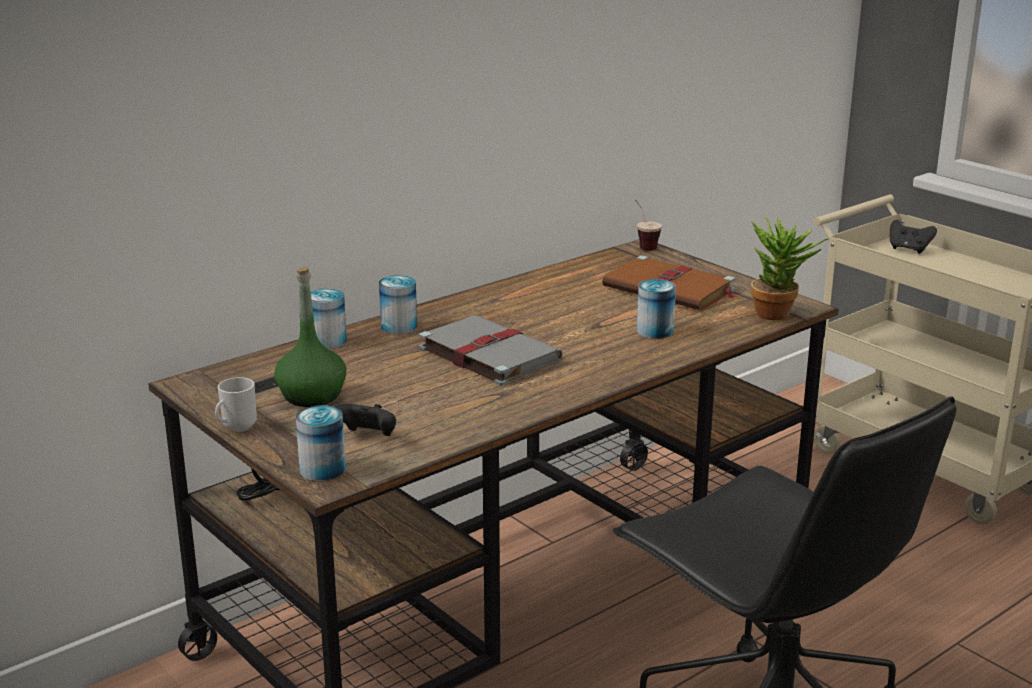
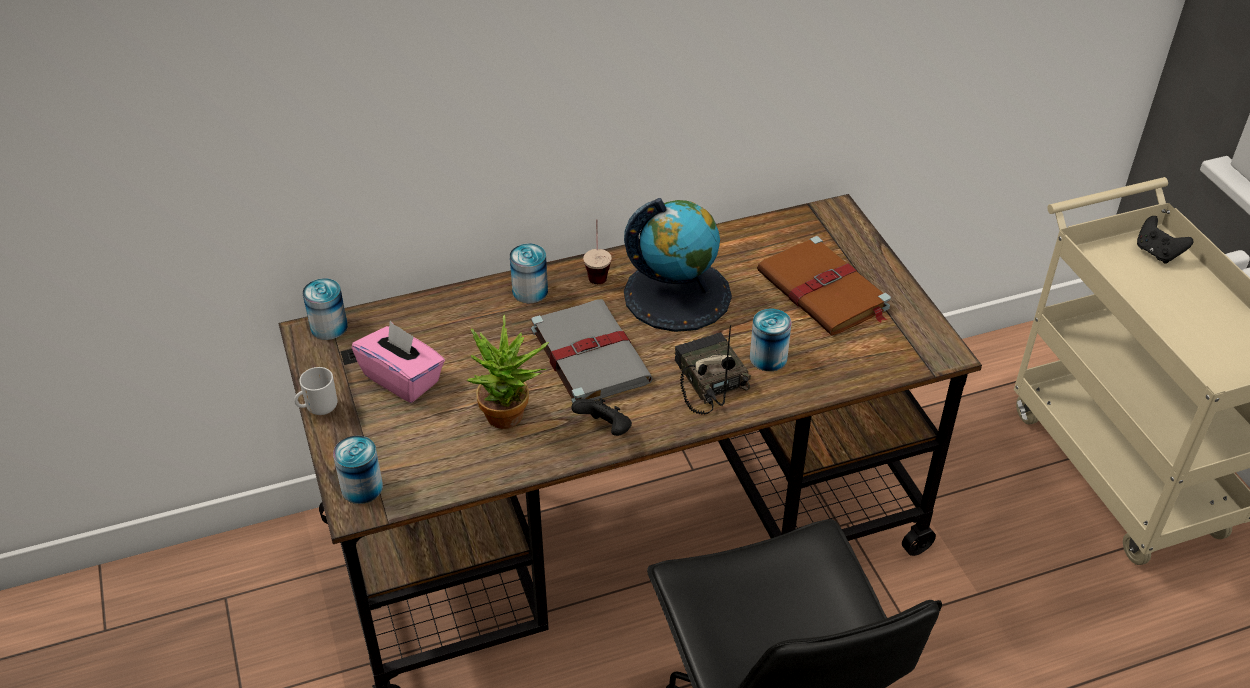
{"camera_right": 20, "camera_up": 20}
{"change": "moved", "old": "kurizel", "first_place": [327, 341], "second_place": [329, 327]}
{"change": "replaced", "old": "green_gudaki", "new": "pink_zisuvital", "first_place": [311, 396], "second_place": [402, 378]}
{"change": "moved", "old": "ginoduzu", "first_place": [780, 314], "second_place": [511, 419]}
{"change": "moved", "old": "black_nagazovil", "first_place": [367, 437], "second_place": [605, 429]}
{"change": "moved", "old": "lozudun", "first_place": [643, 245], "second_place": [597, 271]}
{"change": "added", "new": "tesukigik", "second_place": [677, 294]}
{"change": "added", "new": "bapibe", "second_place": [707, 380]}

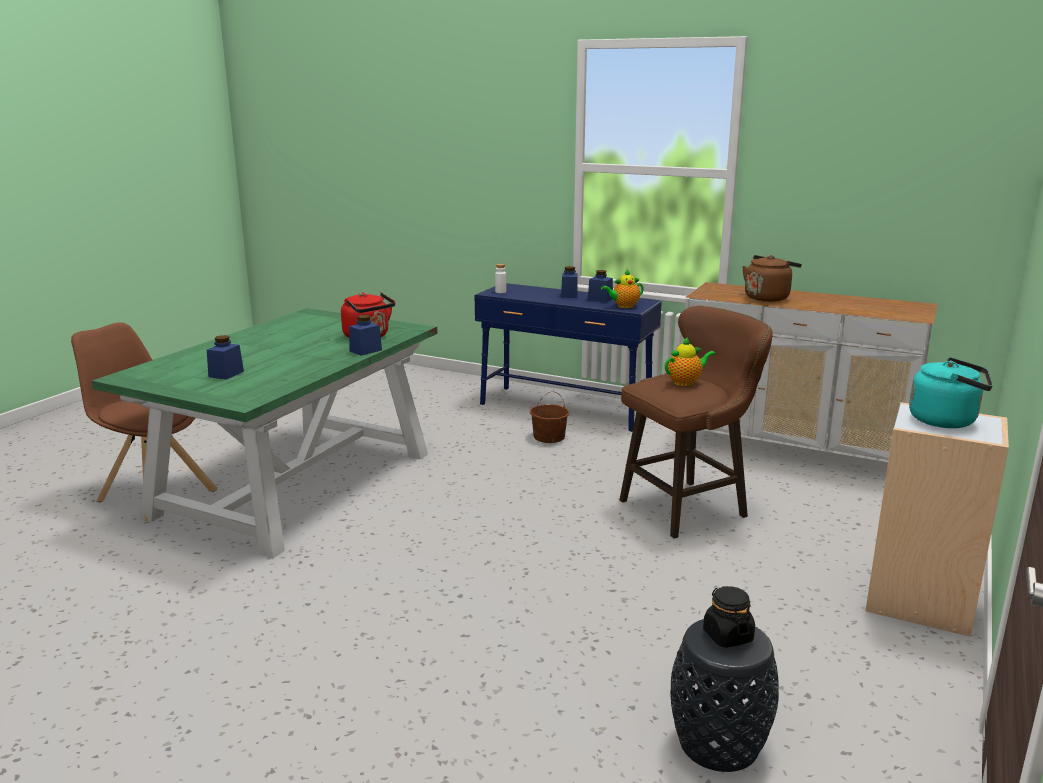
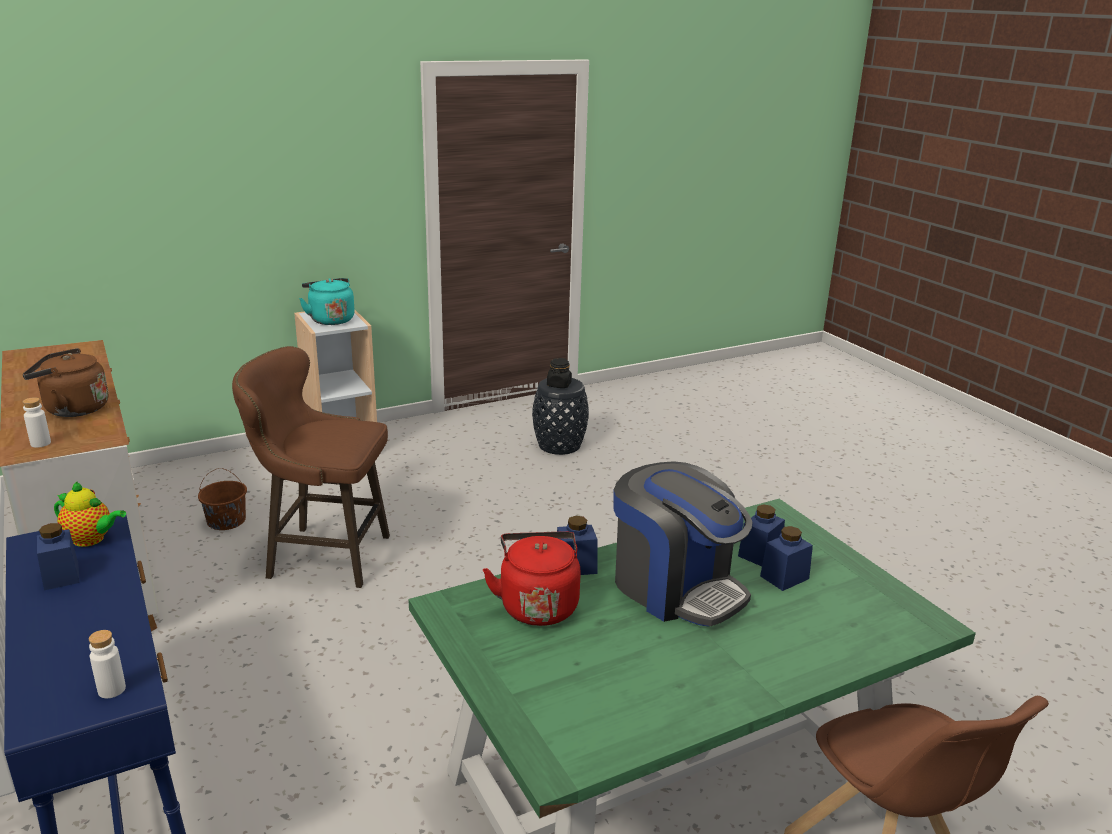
{"camera_right": -145, "camera_up": 5}
{"change": "added", "new": "white_gudaki", "second_place": [40, 443]}
{"change": "moved", "old": "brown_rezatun", "first_place": [549, 437], "second_place": [226, 521]}
{"change": "added", "new": "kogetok", "second_place": [676, 587]}
{"change": "moved", "old": "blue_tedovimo", "first_place": [569, 295], "second_place": [760, 554]}
{"change": "removed", "old": "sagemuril", "first_place": [686, 382]}

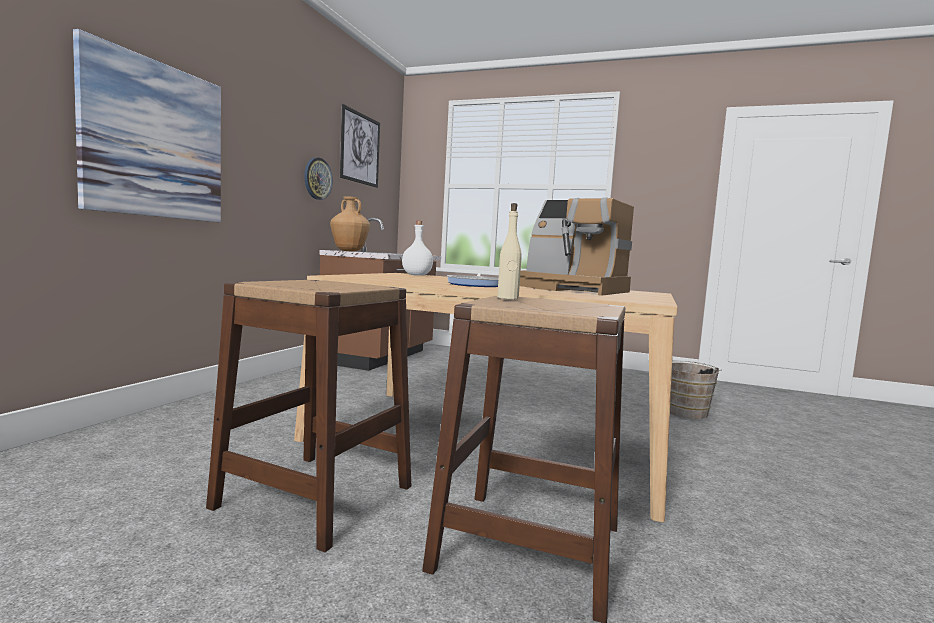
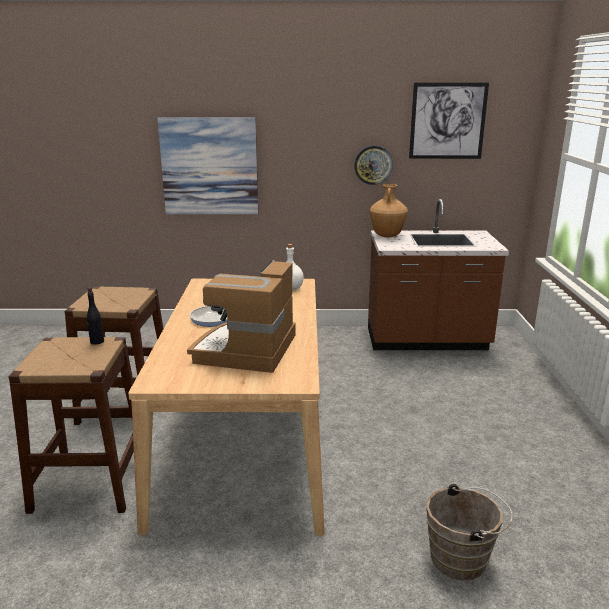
{"camera_right": 70, "camera_up": 15}
{"change": "recoloured", "old": "beige_gudaki", "new": "black_gudaki", "first_place": [508, 298], "second_place": [97, 342]}

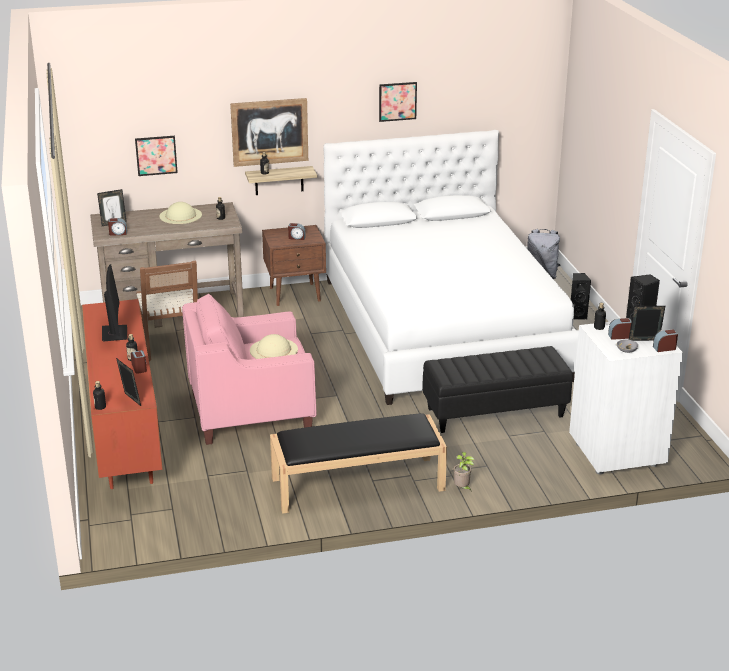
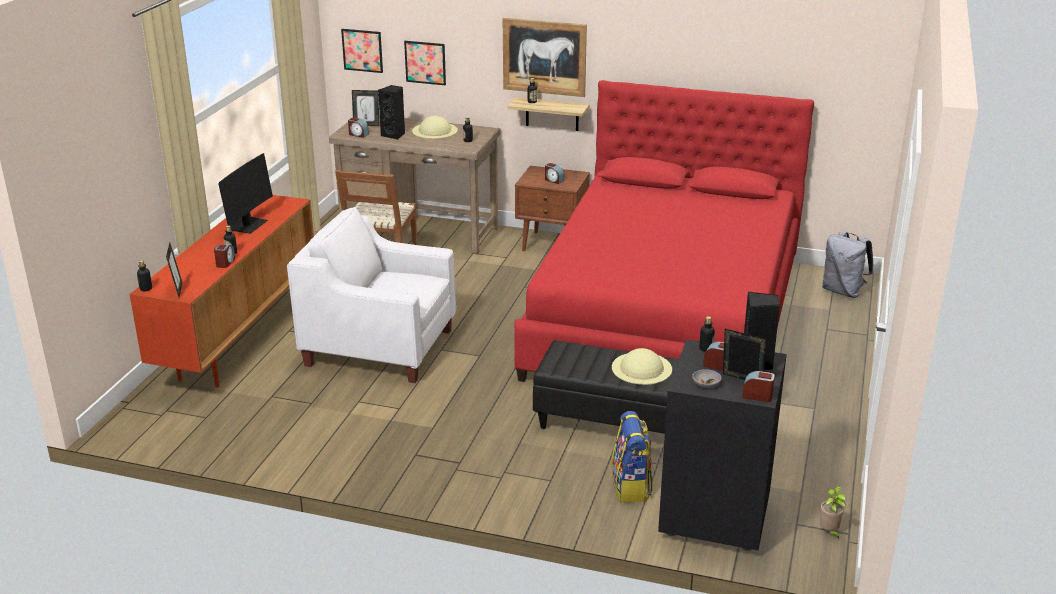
{"camera_right": 30, "camera_up": 0}
{"change": "recoloured", "old": "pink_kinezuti", "new": "white_kinezuti", "first_place": [251, 412], "second_place": [379, 347]}
{"change": "moved", "old": "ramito", "first_place": [397, 101], "second_place": [362, 50]}
{"change": "moved", "old": "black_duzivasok", "first_place": [577, 316], "second_place": [394, 135]}
{"change": "recoloured", "old": "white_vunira", "new": "red_vunira", "first_place": [442, 328], "second_place": [667, 317]}
{"change": "added", "new": "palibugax", "second_place": [631, 487]}
{"change": "moved", "old": "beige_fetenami", "first_place": [273, 350], "second_place": [641, 368]}
{"change": "recoloured", "old": "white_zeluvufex", "new": "black_zeluvufex", "first_place": [616, 453], "second_place": [714, 518]}
{"change": "moved", "old": "ginoduzu", "first_place": [462, 488], "second_place": [829, 532]}
{"change": "removed", "old": "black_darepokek", "first_place": [357, 484]}

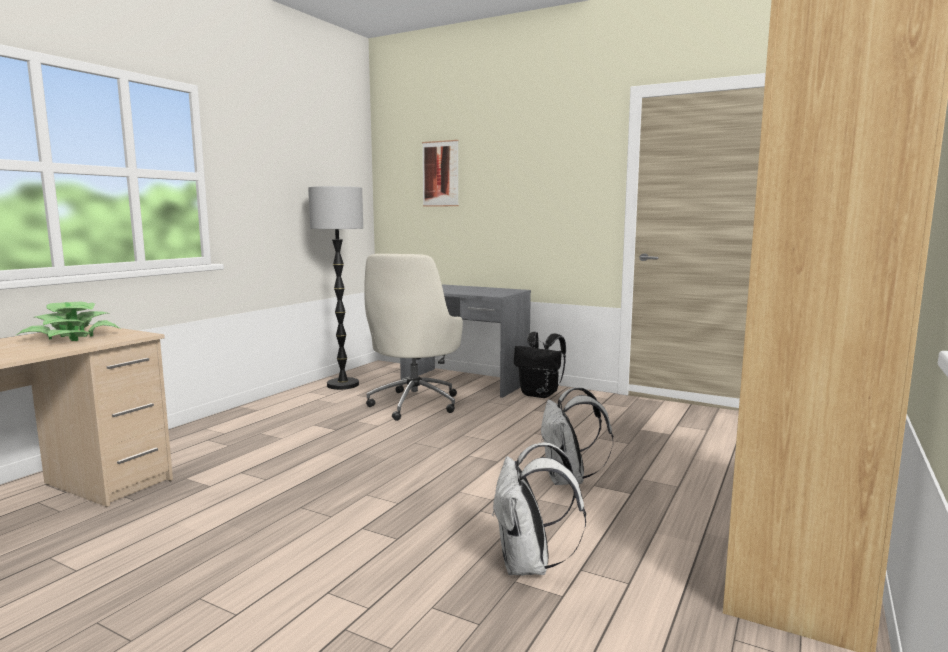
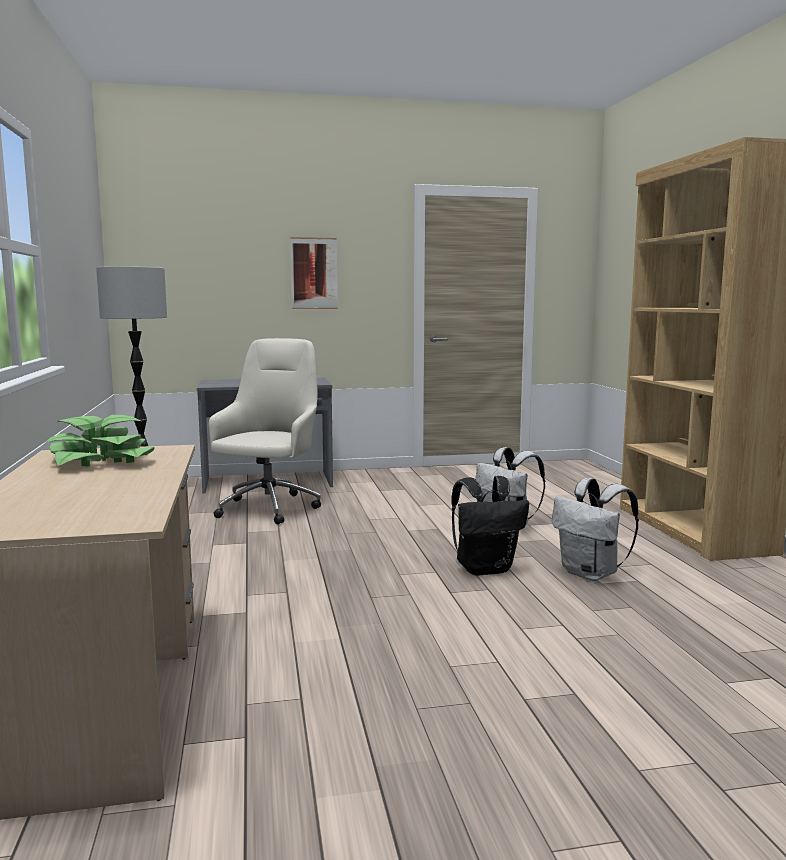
{"camera_right": -40, "camera_up": 0}
{"change": "turned", "old": "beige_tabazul", "first_place": [414, 405], "second_place": [269, 508], "degrees": -135}
{"change": "moved", "old": "ramito", "first_place": [440, 174], "second_place": [314, 273]}
{"change": "moved", "old": "black_palibugax", "first_place": [540, 394], "second_place": [485, 569]}

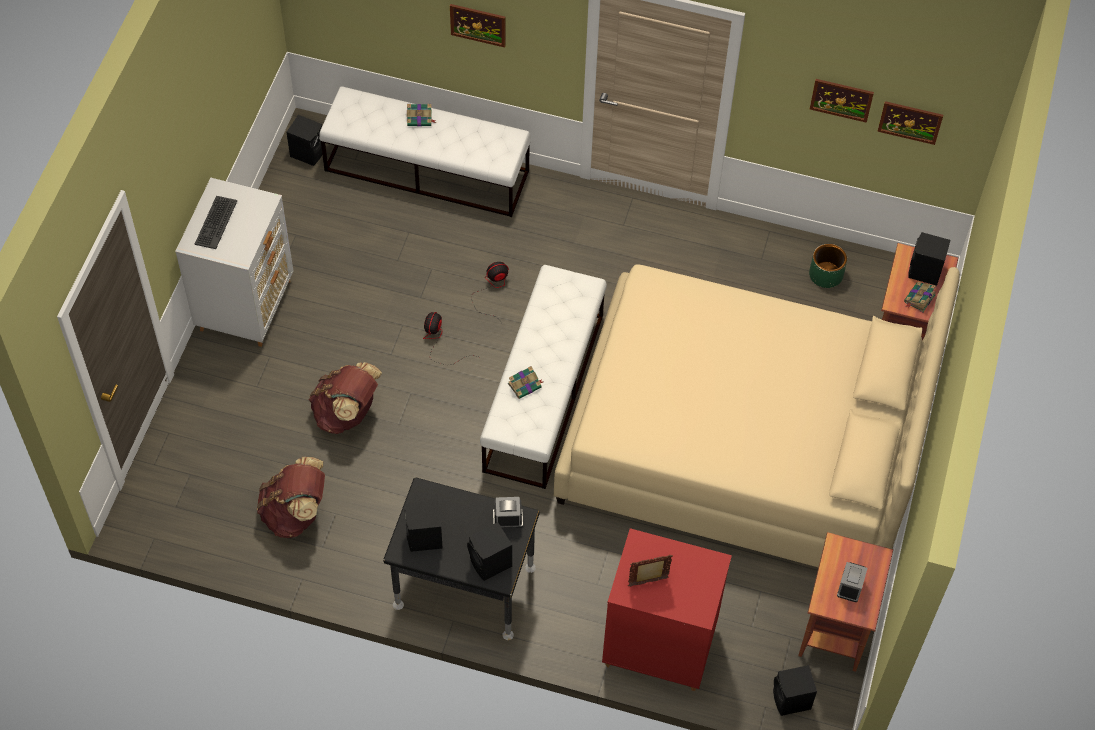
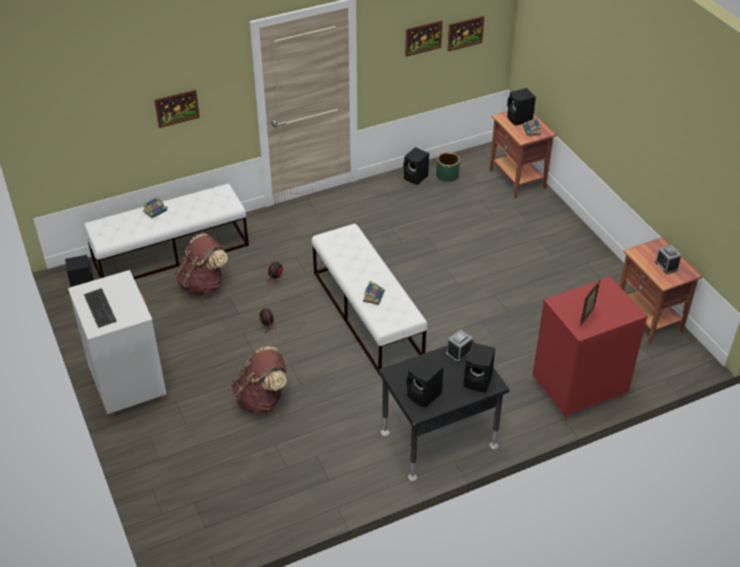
{"camera_right": -40, "camera_up": -15}
{"change": "moved", "old": "brown_palibugax", "first_place": [296, 513], "second_place": [203, 285]}
{"change": "moved", "old": "black_duzivasok", "first_place": [791, 701], "second_place": [416, 177]}
{"change": "removed", "old": "beige_vunira", "first_place": [742, 444]}

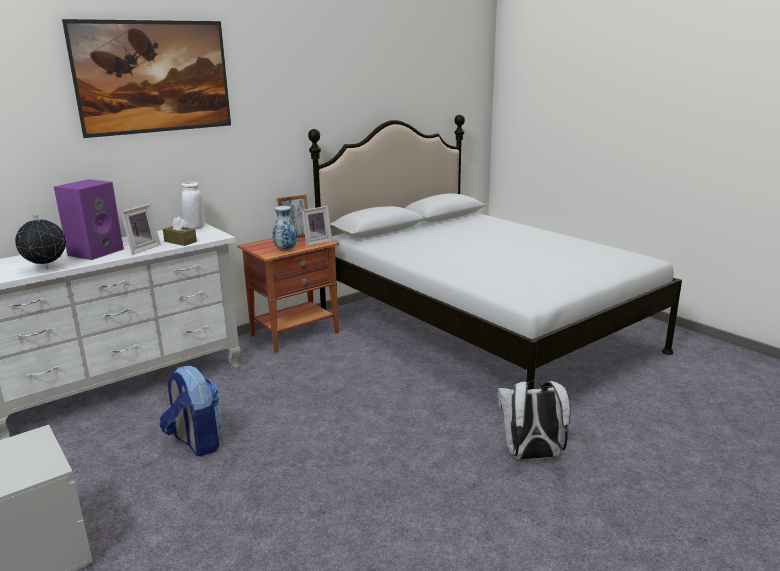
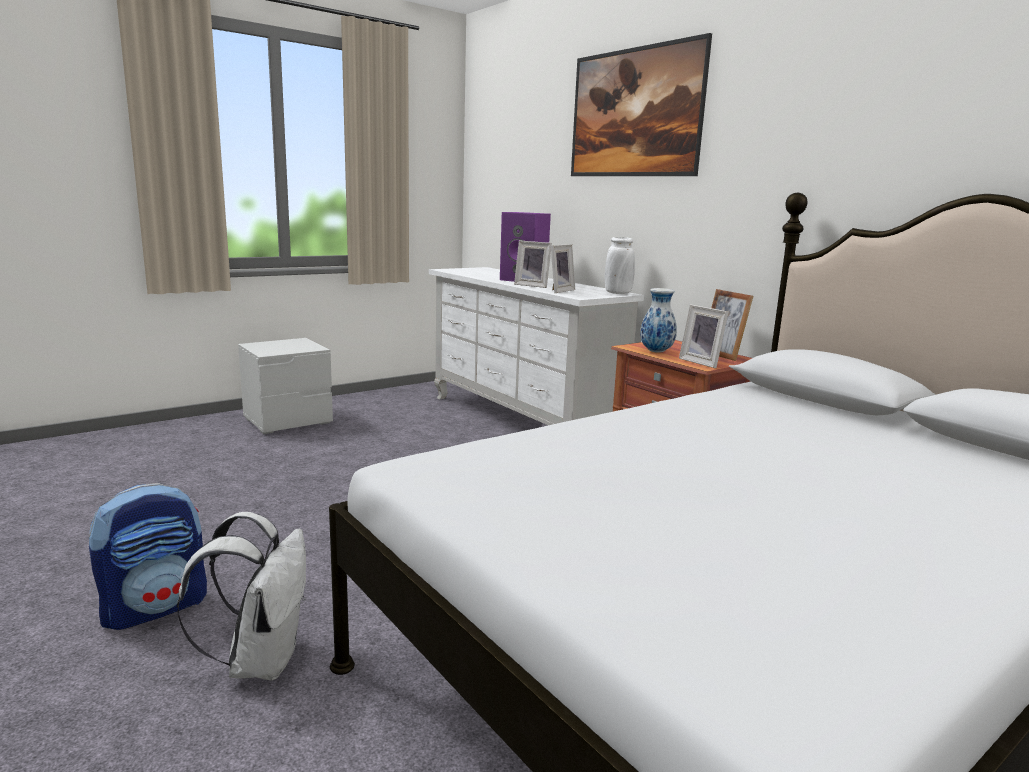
{"camera_right": 90, "camera_up": -5}
{"change": "moved", "old": "palibugax", "first_place": [196, 442], "second_place": [156, 607]}
{"change": "replaced", "old": "brown_zisuvital", "new": "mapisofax", "first_place": [180, 241], "second_place": [558, 291]}
{"change": "removed", "old": "tesukigik", "first_place": [46, 268]}

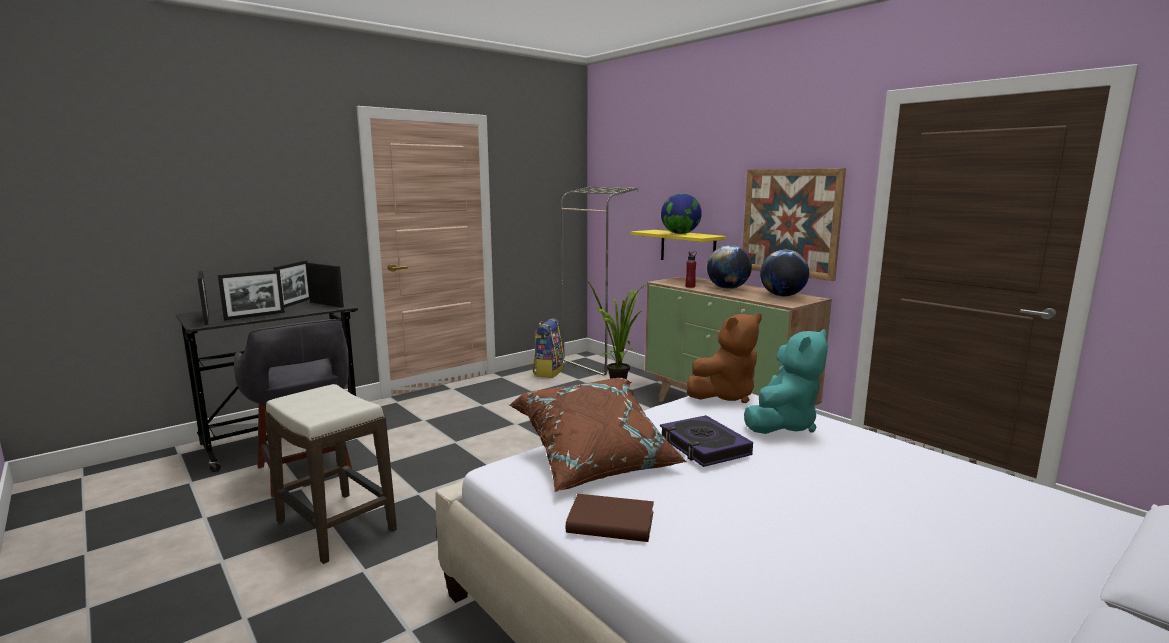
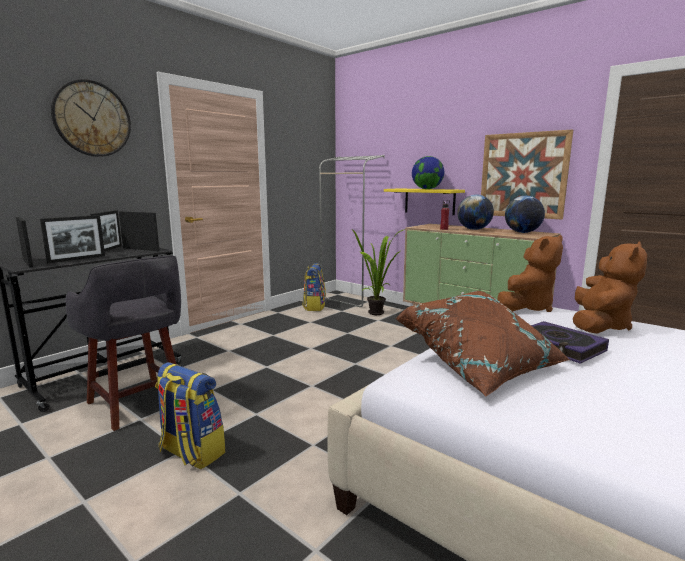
{"camera_right": -10, "camera_up": 0}
{"change": "added", "new": "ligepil", "second_place": [92, 119]}
{"change": "replaced", "old": "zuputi", "new": "palibugax", "first_place": [335, 526], "second_place": [191, 452]}
{"change": "recoloured", "old": "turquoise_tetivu", "new": "brown_tetivu", "first_place": [782, 425], "second_place": [599, 326]}
{"change": "removed", "old": "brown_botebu", "first_place": [610, 523]}

